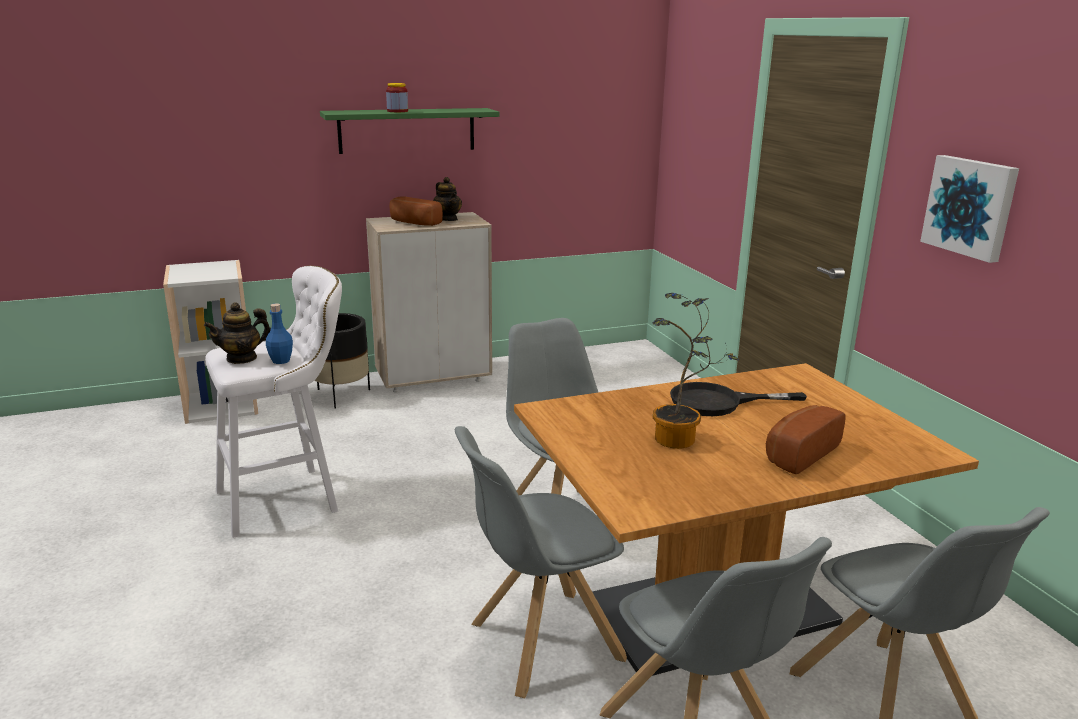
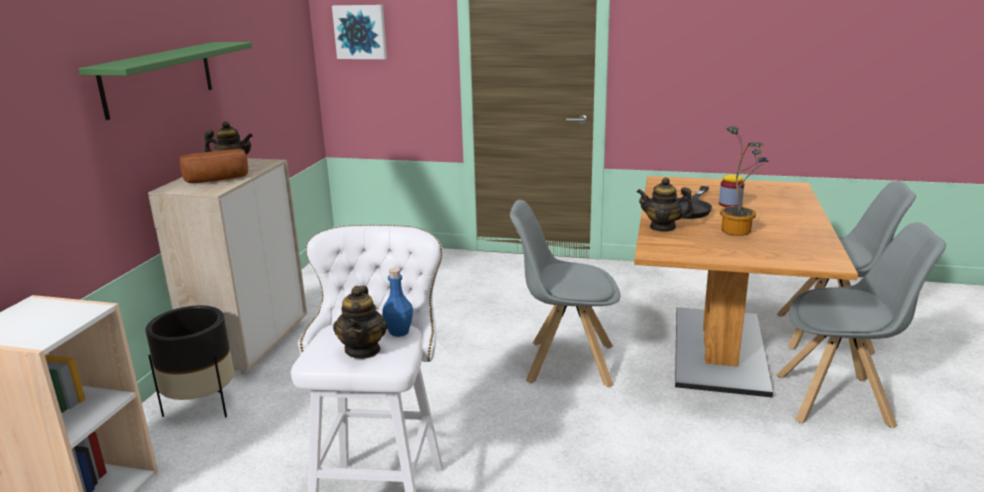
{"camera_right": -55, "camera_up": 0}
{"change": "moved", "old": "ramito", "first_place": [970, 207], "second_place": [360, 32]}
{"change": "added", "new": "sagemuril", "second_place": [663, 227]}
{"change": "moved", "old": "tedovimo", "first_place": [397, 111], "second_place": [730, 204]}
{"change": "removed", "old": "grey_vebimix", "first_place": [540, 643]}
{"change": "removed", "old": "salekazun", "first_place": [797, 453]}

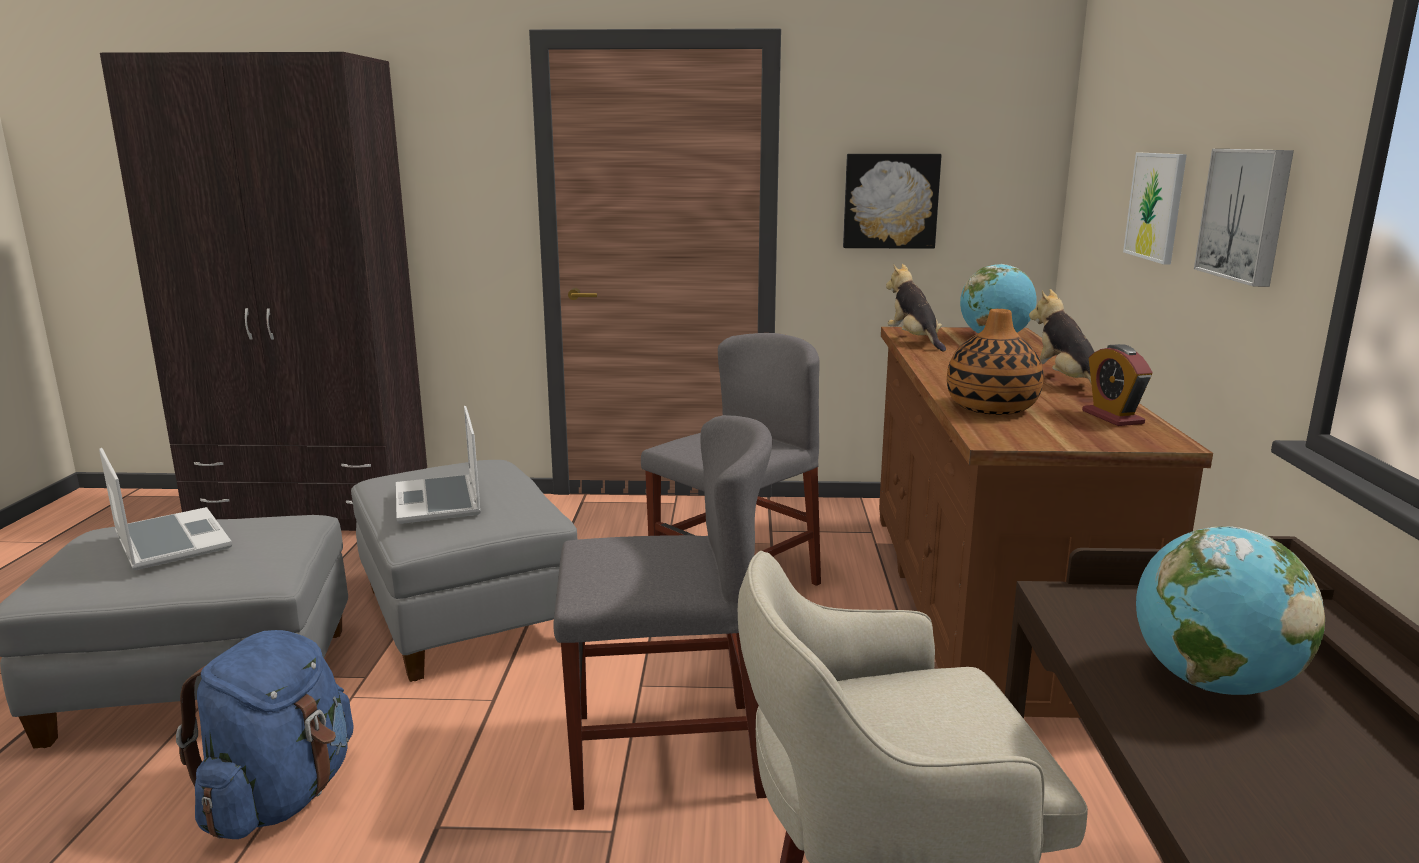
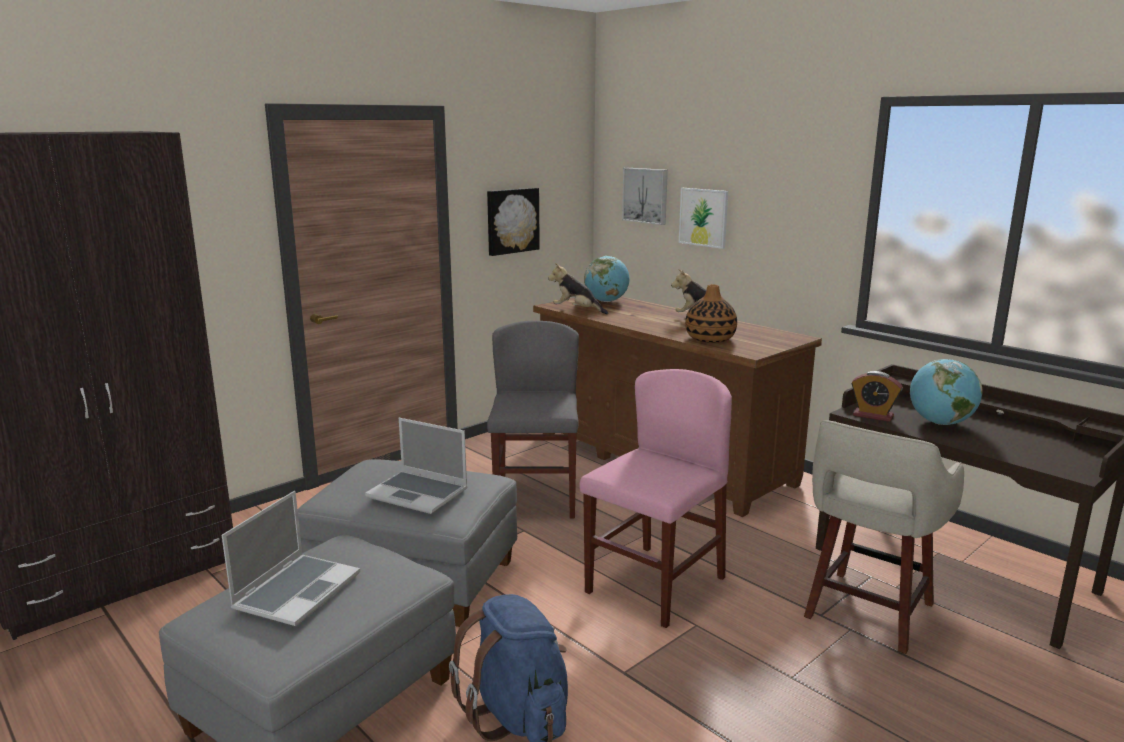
{"camera_right": -45, "camera_up": 0}
{"change": "turned", "old": "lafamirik", "first_place": [169, 541], "second_place": [297, 590], "degrees": 105}
{"change": "recoloured", "old": "grey_vebimix", "new": "pink_vebimix", "first_place": [665, 753], "second_place": [655, 585]}
{"change": "moved", "old": "ramito", "first_place": [1247, 214], "second_place": [646, 195]}
{"change": "moved", "old": "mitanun", "first_place": [1112, 417], "second_place": [873, 416]}

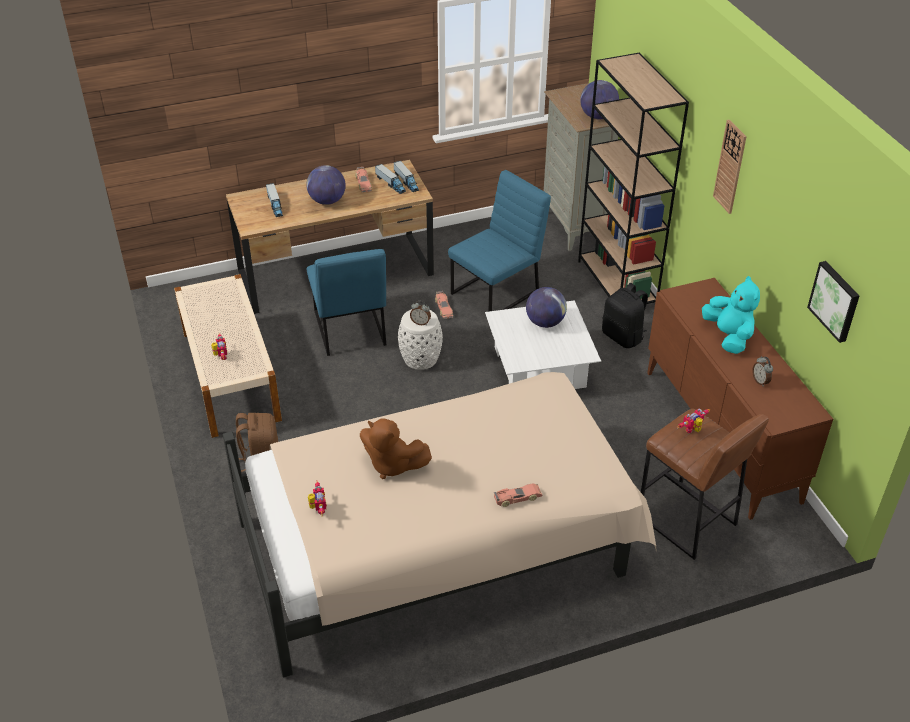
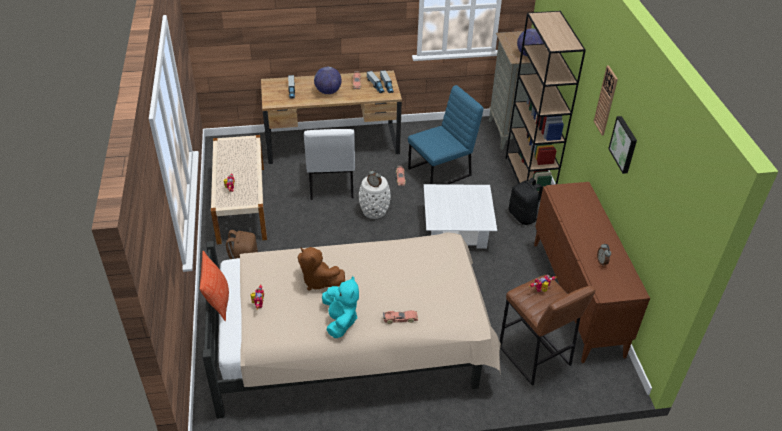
{"camera_right": 10, "camera_up": 0}
{"change": "added", "new": "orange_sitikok", "second_place": [218, 302]}
{"change": "recoloured", "old": "blue_vebimix", "new": "white_vebimix", "first_place": [349, 329], "second_place": [331, 184]}
{"change": "moved", "old": "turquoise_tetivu", "first_place": [728, 336], "second_place": [340, 320]}
{"change": "moved", "old": "ramito", "first_place": [835, 301], "second_place": [624, 144]}
{"change": "removed", "old": "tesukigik", "first_place": [545, 322]}

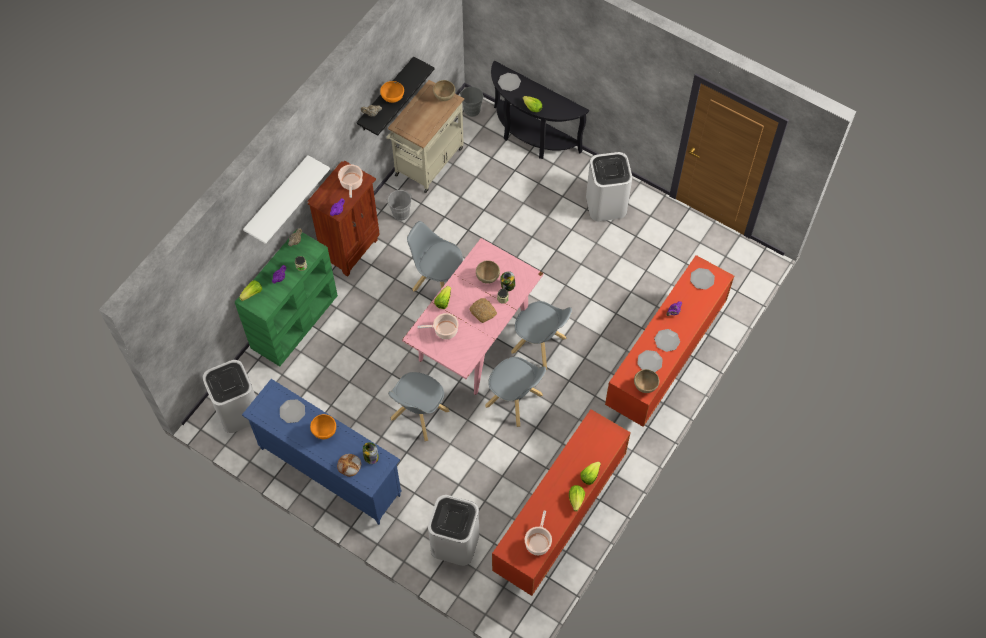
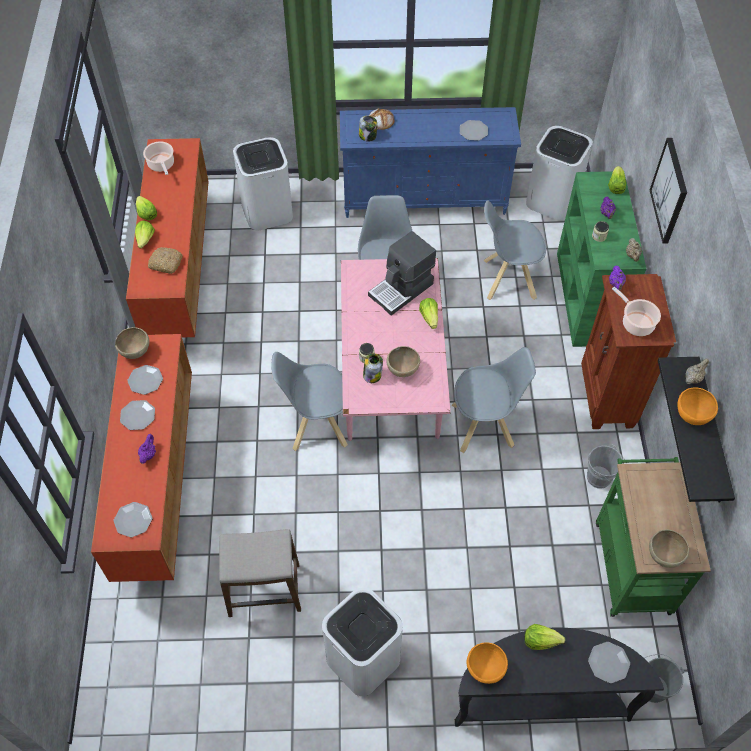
{"camera_right": 145, "camera_up": -5}
{"change": "moved", "old": "salekazun", "first_place": [483, 312], "second_place": [165, 263]}
{"change": "added", "new": "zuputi", "second_place": [264, 590]}
{"change": "replaced", "old": "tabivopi", "new": "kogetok", "first_place": [444, 330], "second_place": [402, 289]}
{"change": "moved", "old": "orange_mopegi", "first_place": [324, 432], "second_place": [485, 668]}
{"change": "moved", "old": "grey_vebimix", "first_place": [515, 401], "second_place": [507, 278]}
{"change": "recoloured", "old": "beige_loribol", "new": "green_loribol", "first_place": [427, 163], "second_place": [631, 564]}
{"change": "replaced", "old": "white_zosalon", "new": "ramito", "first_place": [277, 198], "second_place": [670, 191]}

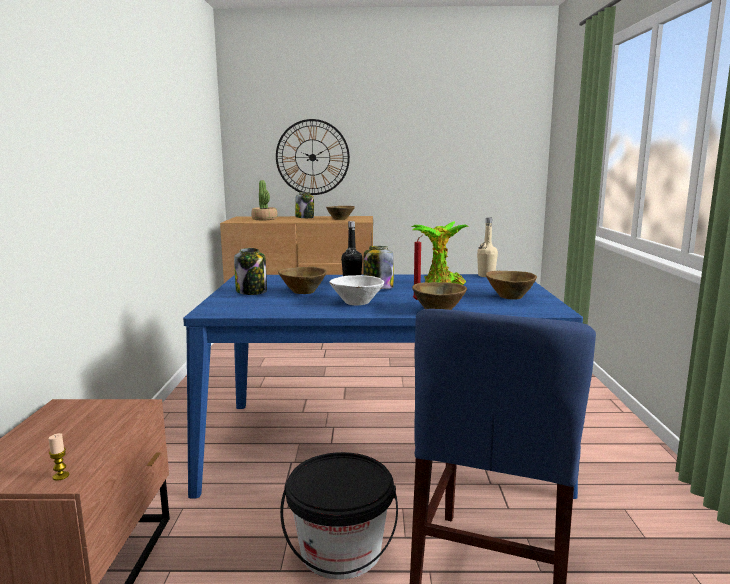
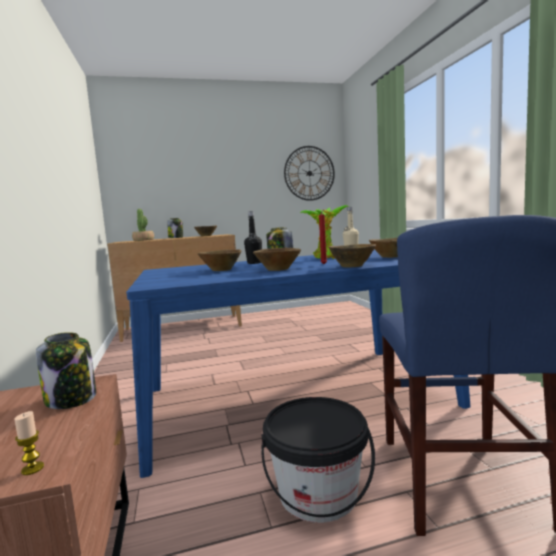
{"camera_right": -15, "camera_up": -5}
{"change": "moved", "old": "tedovimo", "first_place": [252, 291], "second_place": [72, 399]}
{"change": "recoloured", "old": "white_mopegi", "new": "brown_mopegi", "first_place": [356, 303], "second_place": [277, 270]}
{"change": "moved", "old": "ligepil", "first_place": [312, 157], "second_place": [309, 173]}

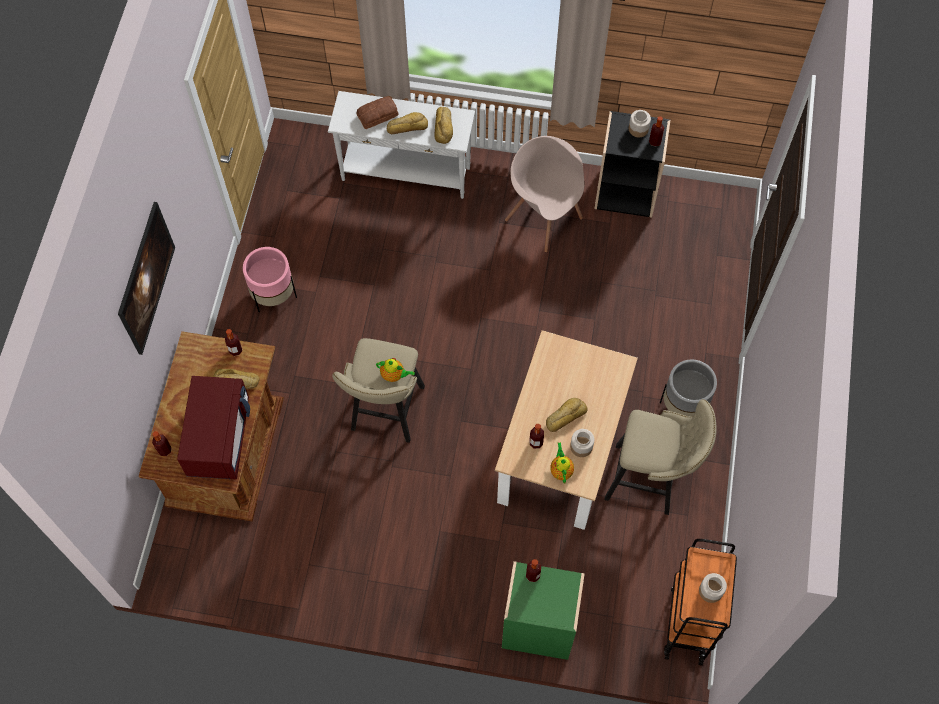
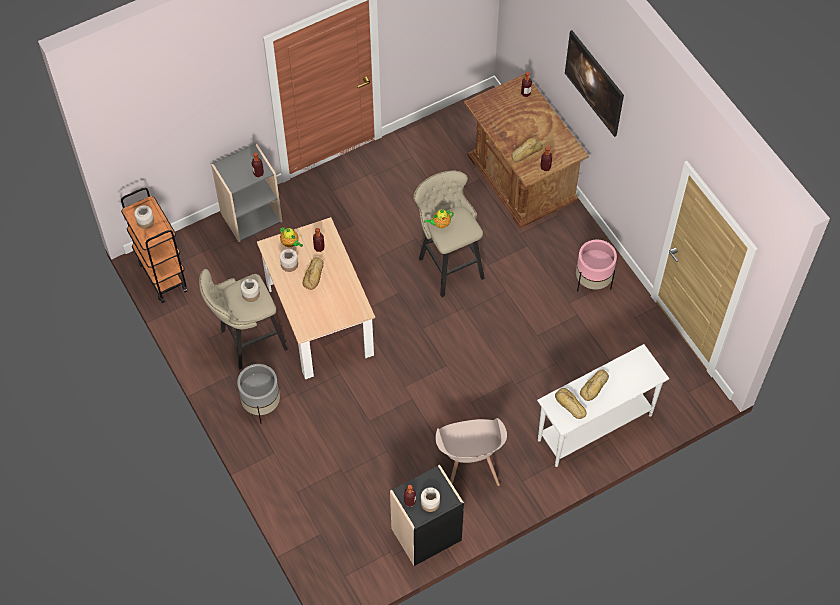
{"camera_right": 140, "camera_up": -5}
{"change": "recoloured", "old": "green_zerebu", "new": "grey_zerebu", "first_place": [537, 627], "second_place": [251, 216]}
{"change": "added", "new": "tedovimo", "second_place": [250, 294]}
{"change": "turned", "old": "beige_vebimix", "first_place": [543, 218], "second_place": [468, 468], "degrees": 75}
{"change": "removed", "old": "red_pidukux", "first_place": [218, 437]}
{"change": "removed", "old": "salekazun", "first_place": [378, 115]}

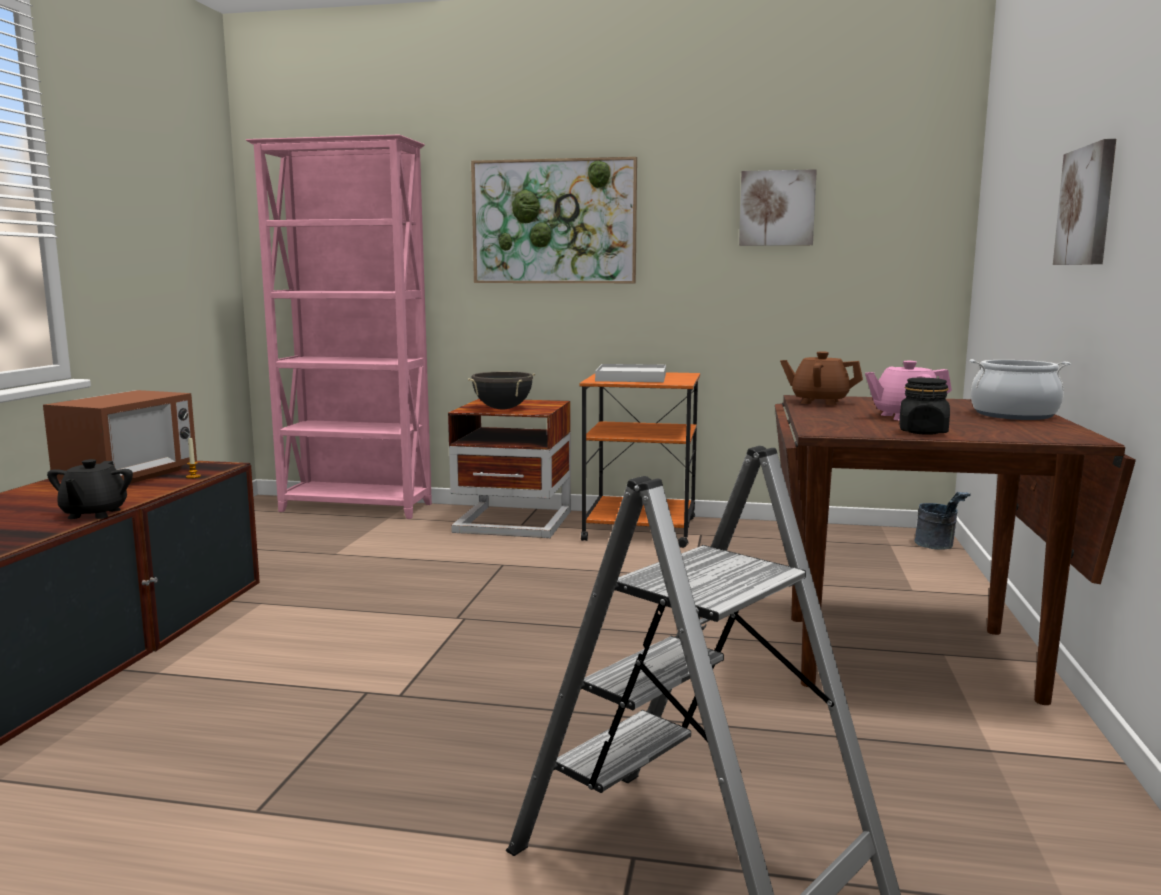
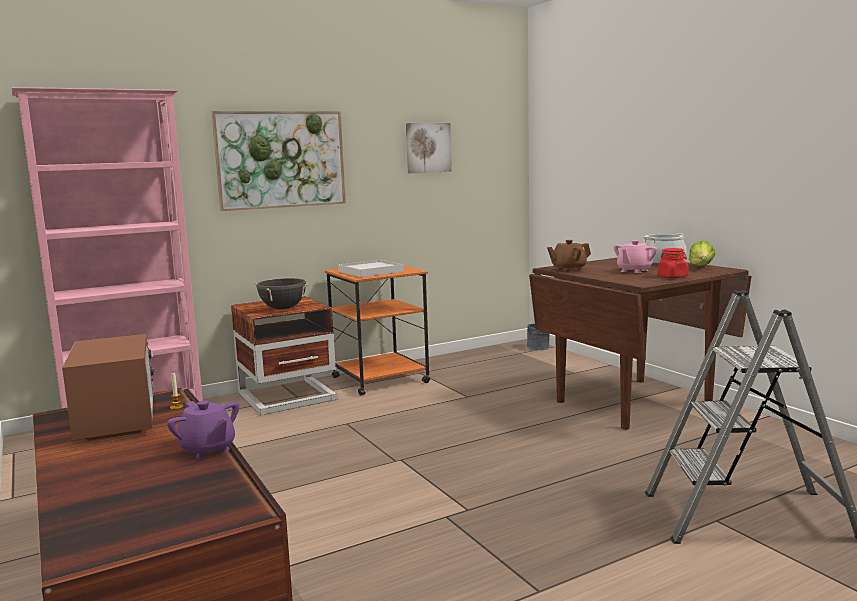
{"camera_right": -40, "camera_up": 0}
{"change": "recoloured", "old": "black_sagemuril", "new": "purple_sagemuril", "first_place": [94, 514], "second_place": [207, 449]}
{"change": "recoloured", "old": "black_tedovimo", "new": "red_tedovimo", "first_place": [923, 432], "second_place": [672, 276]}
{"change": "added", "new": "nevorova", "second_place": [701, 267]}
{"change": "removed", "old": "ramito", "first_place": [1087, 206]}

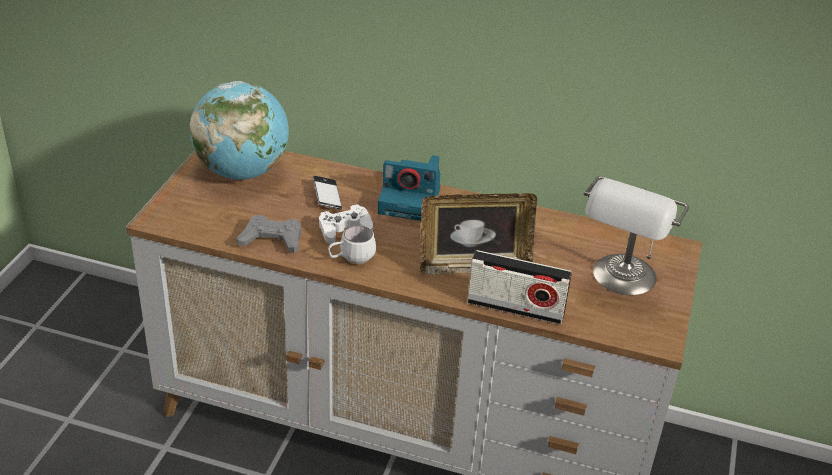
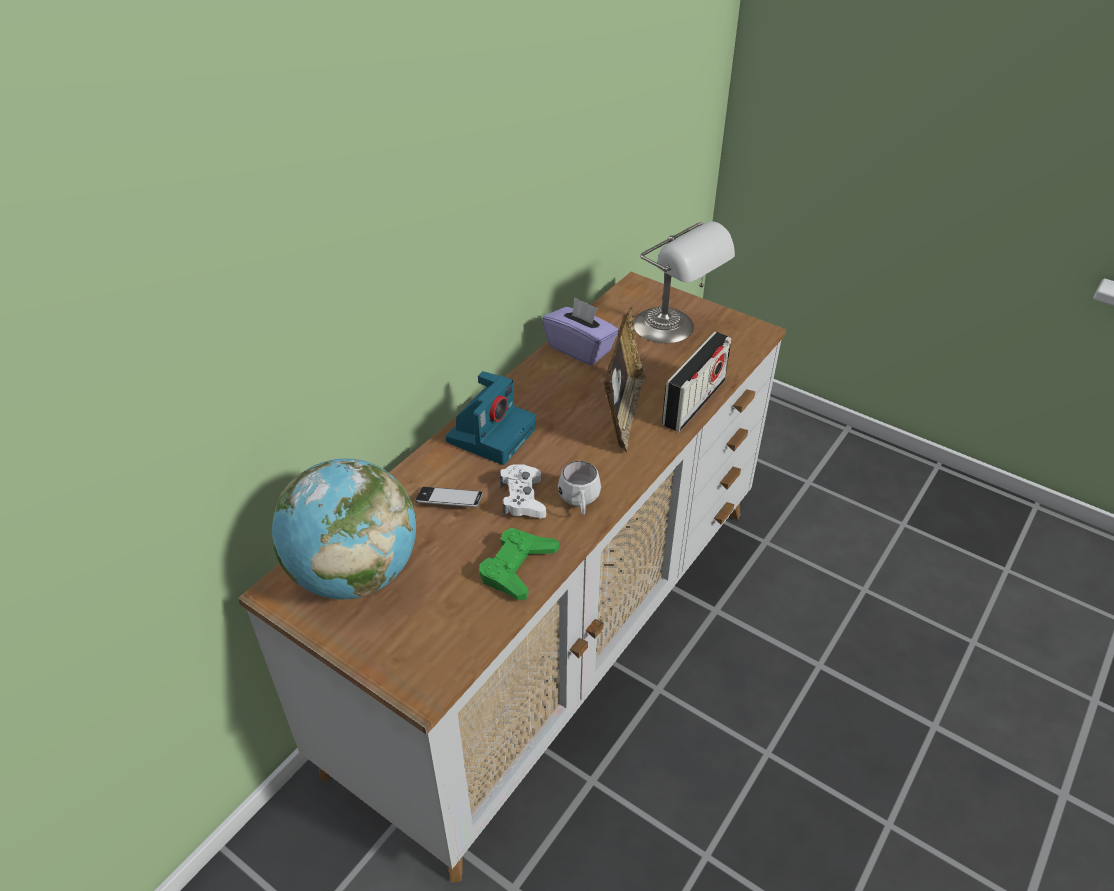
{"camera_right": -70, "camera_up": 5}
{"change": "recoloured", "old": "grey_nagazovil", "new": "green_nagazovil", "first_place": [272, 239], "second_place": [517, 567]}
{"change": "added", "new": "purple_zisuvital", "second_place": [580, 349]}

